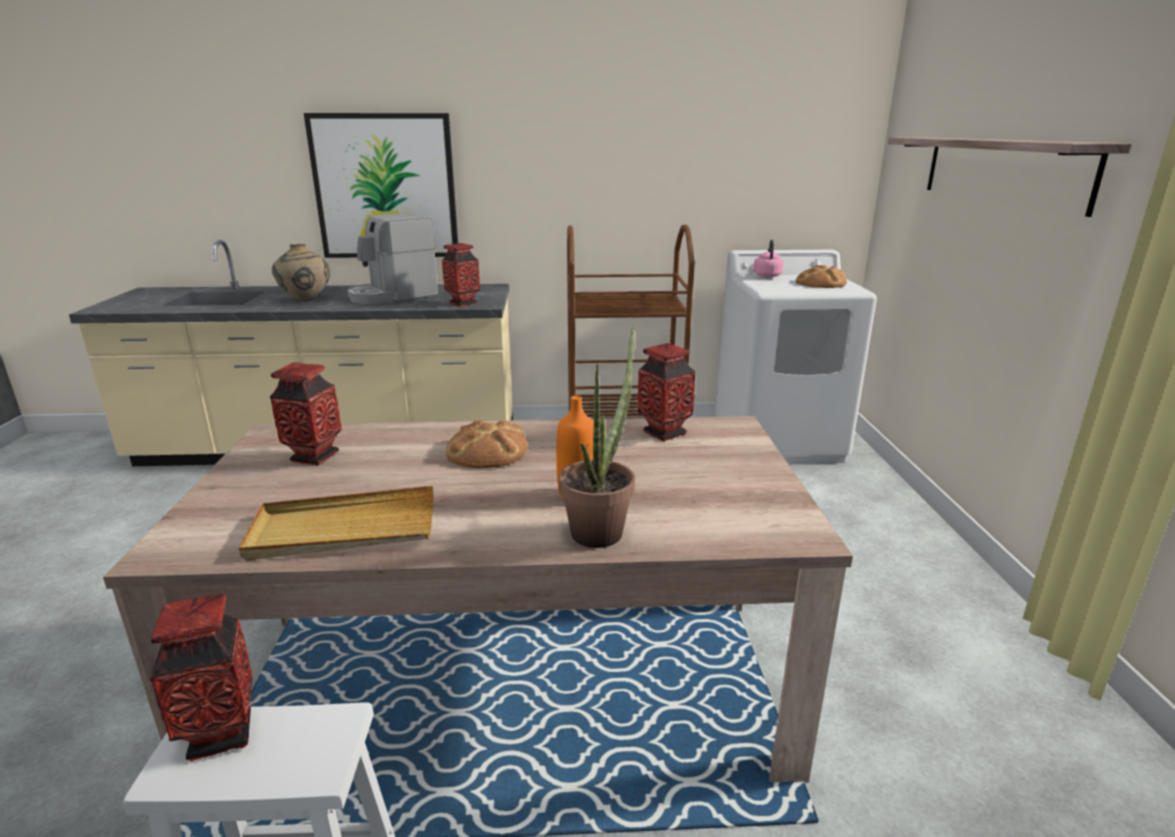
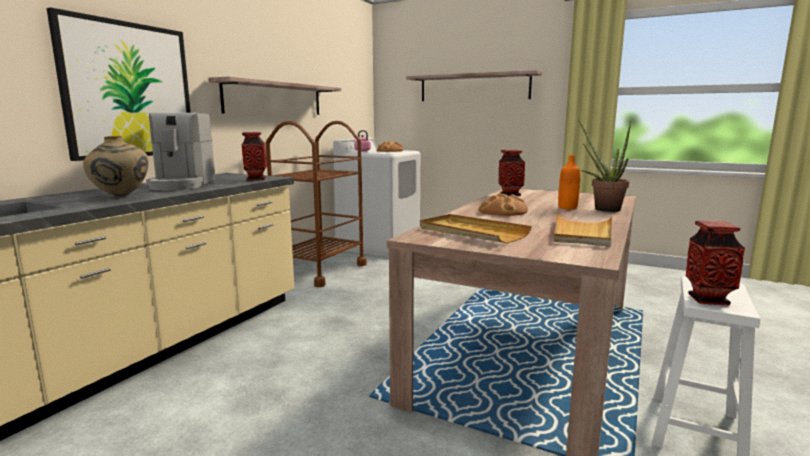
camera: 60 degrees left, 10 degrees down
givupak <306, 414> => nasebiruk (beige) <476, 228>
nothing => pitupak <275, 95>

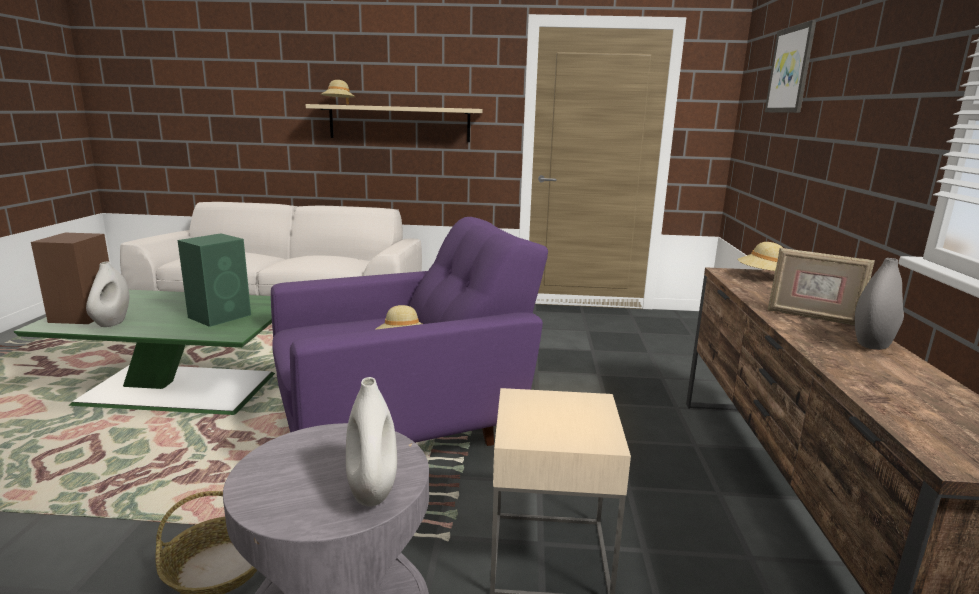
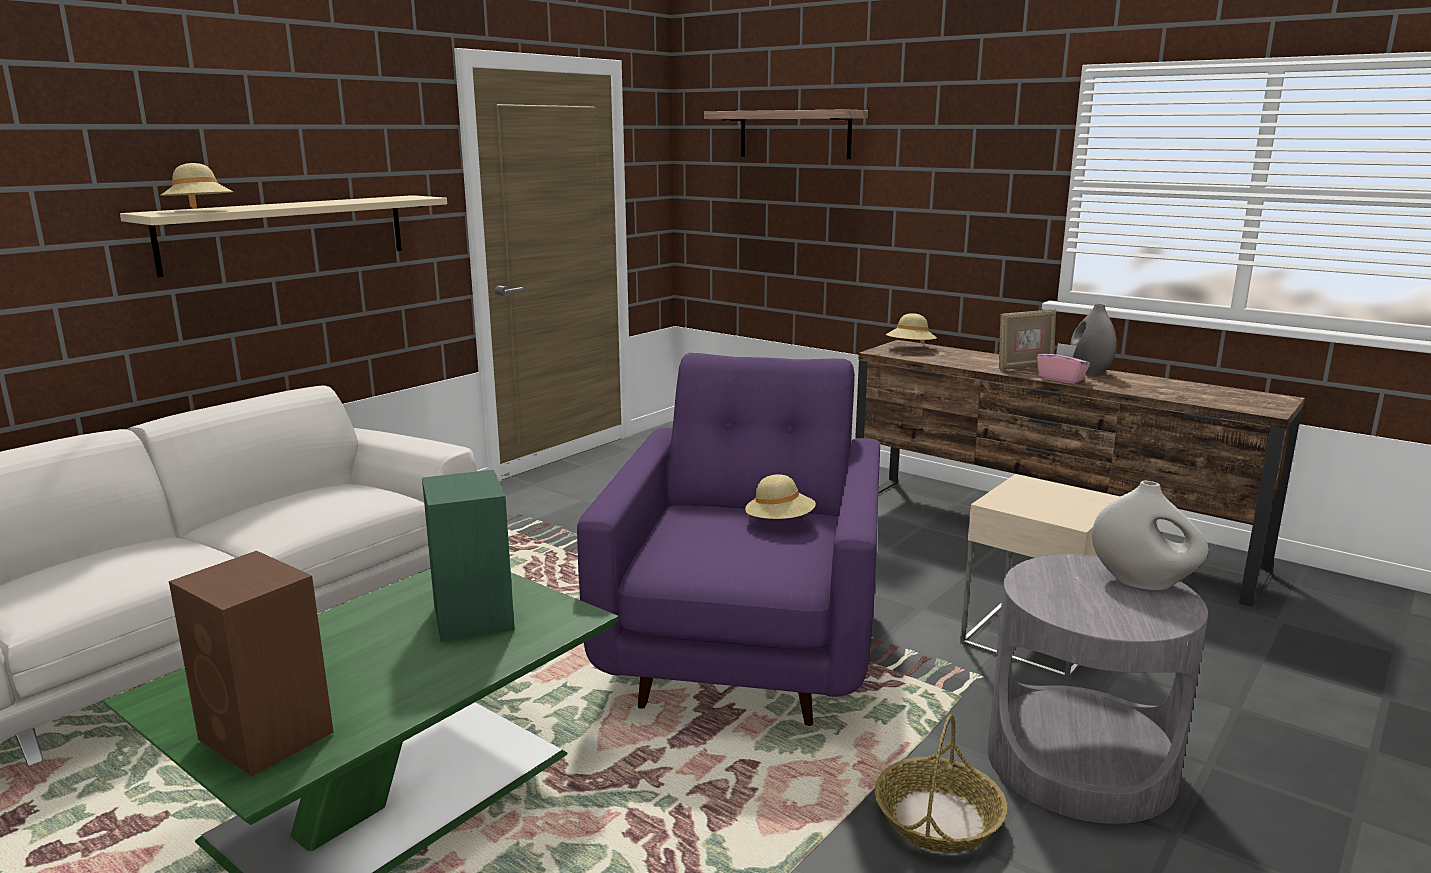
camera: 55 degrees left, 0 degrees up
givupak (white) <107, 294> => nothing
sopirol <790, 66> => pitupak <786, 134>
nothing => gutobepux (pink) <1063, 363>

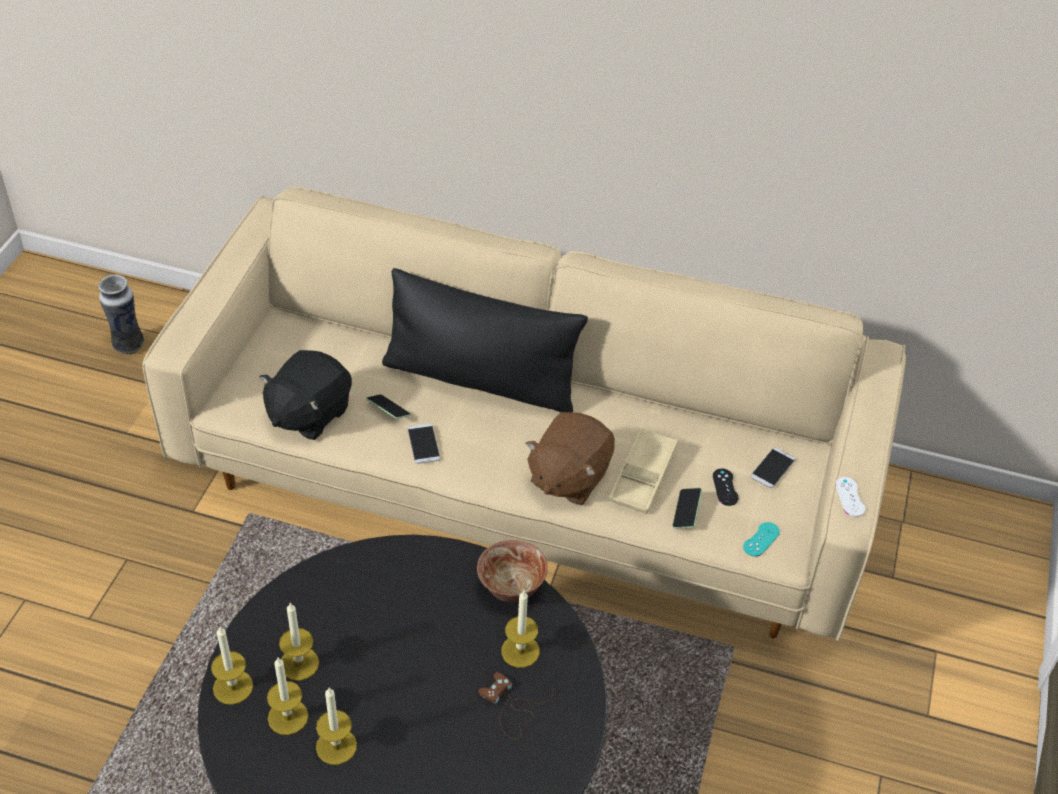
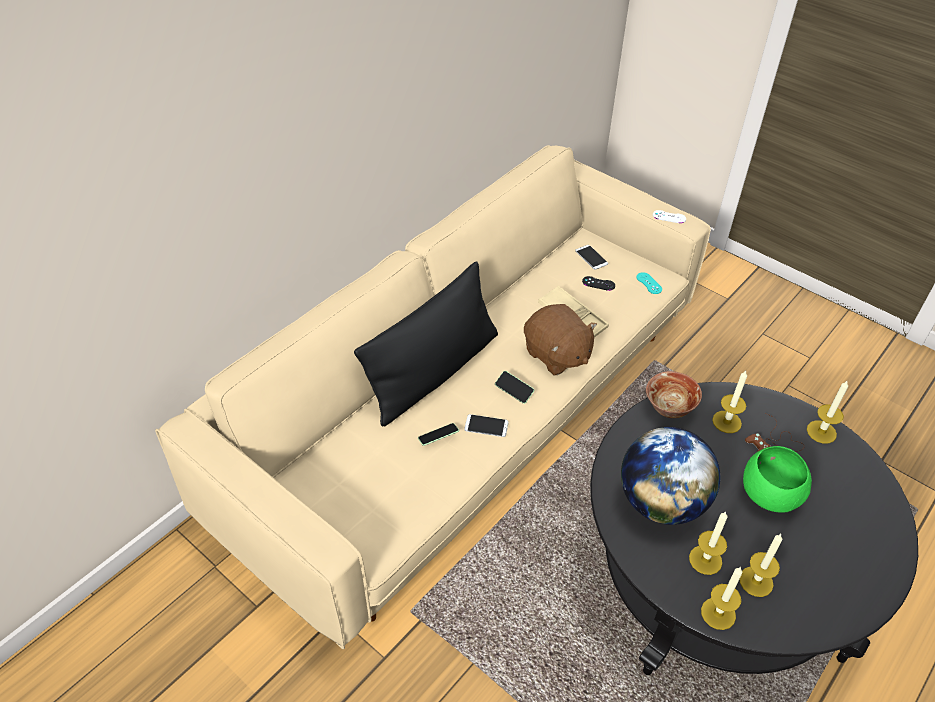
camera: 65 degrees left, 0 degrees up
givupak <121, 315> => nothing
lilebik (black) <305, 395> => nothing
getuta <336, 726> => getuta <827, 412>, move
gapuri <687, 508> => gapuri <514, 387>, move
nothing => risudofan <671, 476>
nothing => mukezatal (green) <777, 479>

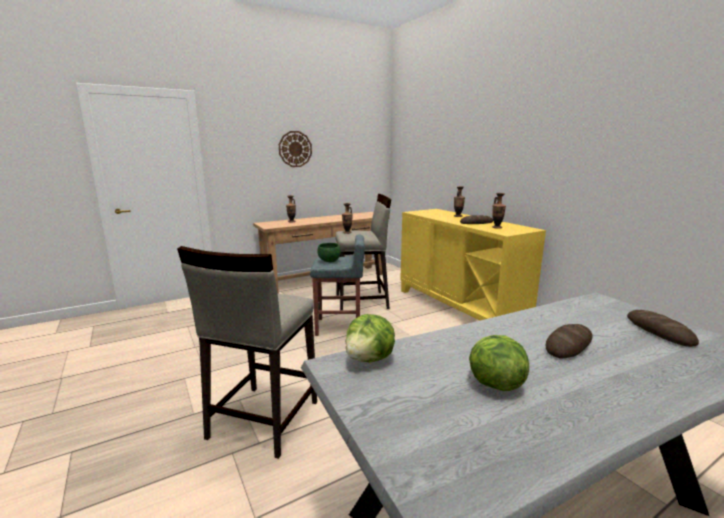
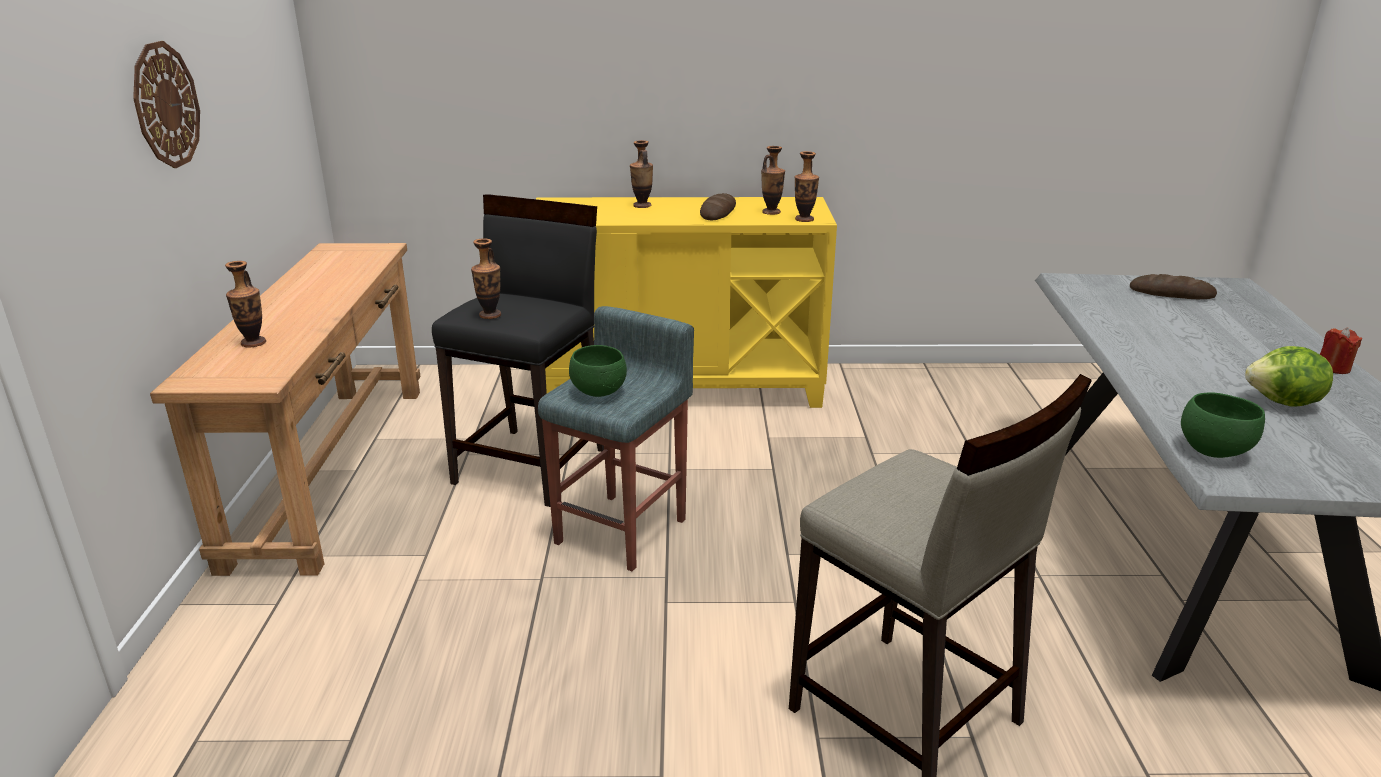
camera: 60 degrees left, 10 degrees up
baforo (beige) <363, 252> => baforo (black) <518, 350>
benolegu <370, 338> => mukezatal (green) <1223, 425>
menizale <569, 341> => nothing
nothing => givupak <807, 186>
nothing => getuta (red) <1341, 351>

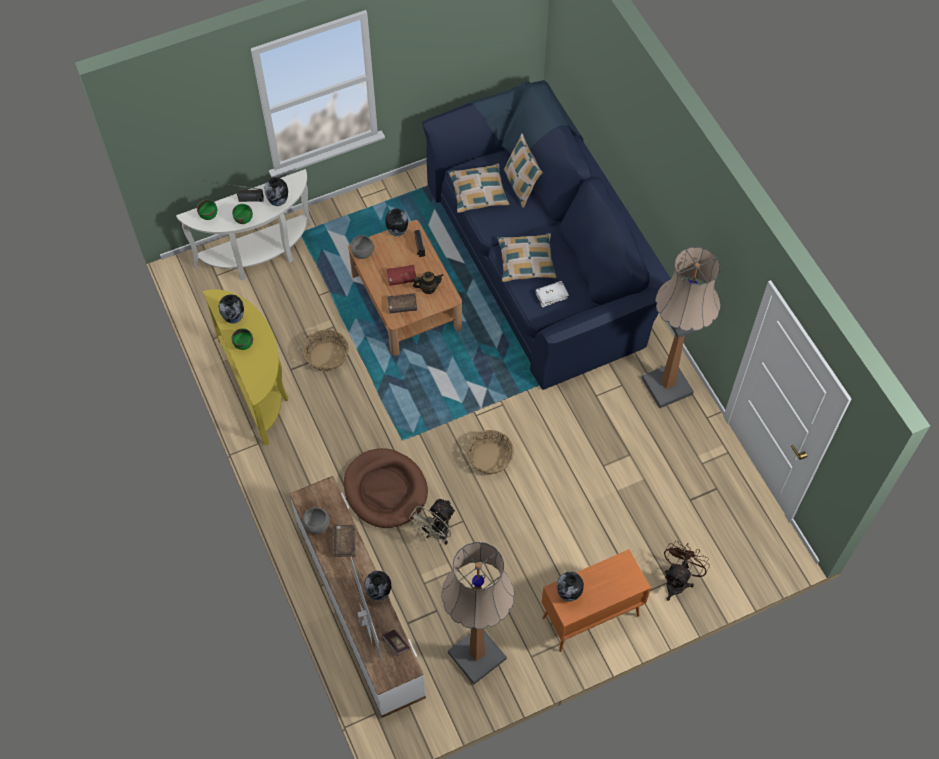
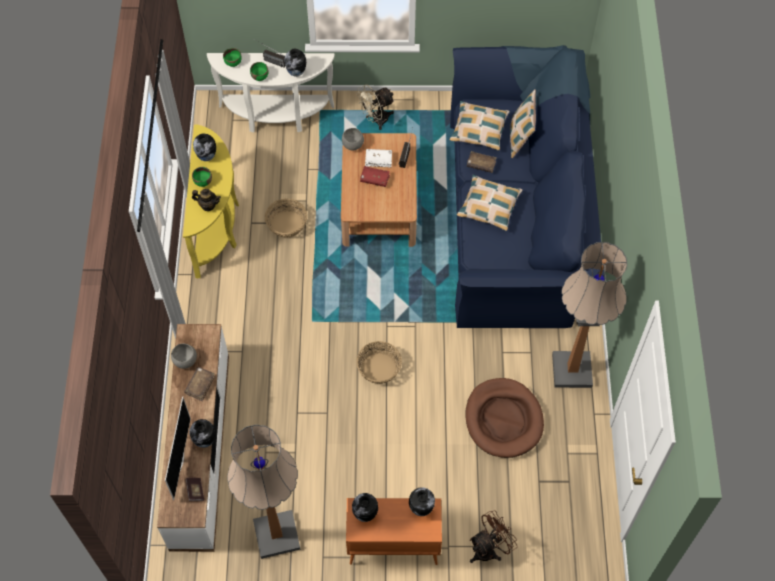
camera: 25 degrees right, 0 degrees up
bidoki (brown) <386, 488> => bidoki (brown) <504, 418>, move
givupak <396, 222> => givupak <422, 501>, move
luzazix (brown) <402, 303> => luzazix (brown) <482, 162>, move
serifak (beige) <432, 521> => serifak (beige) <376, 107>, move
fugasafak <428, 283> => fugasafak <206, 200>, move
luzazix (white) <552, 294> => luzazix (white) <378, 158>, move

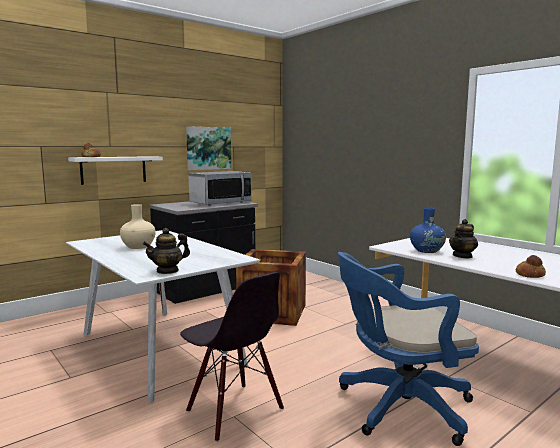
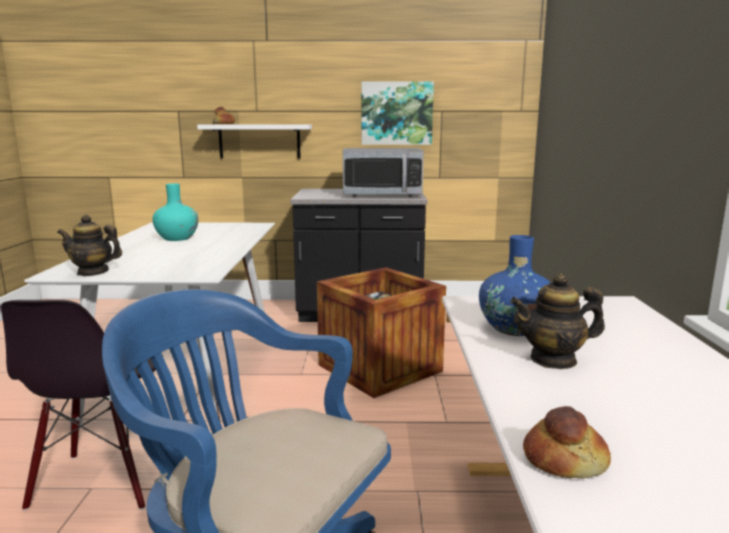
camera: 40 degrees right, 5 degrees up
givupak (beige) <138, 226> => givupak (turquoise) <175, 212>

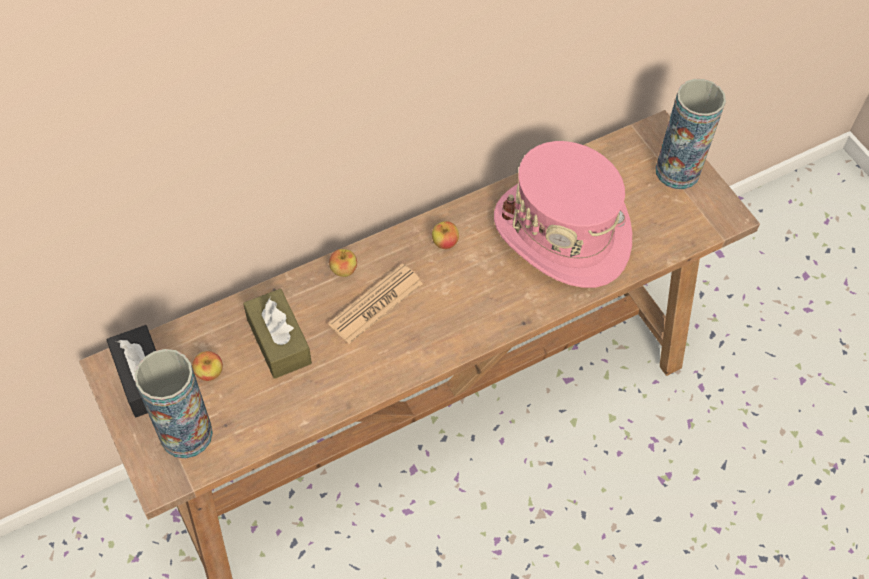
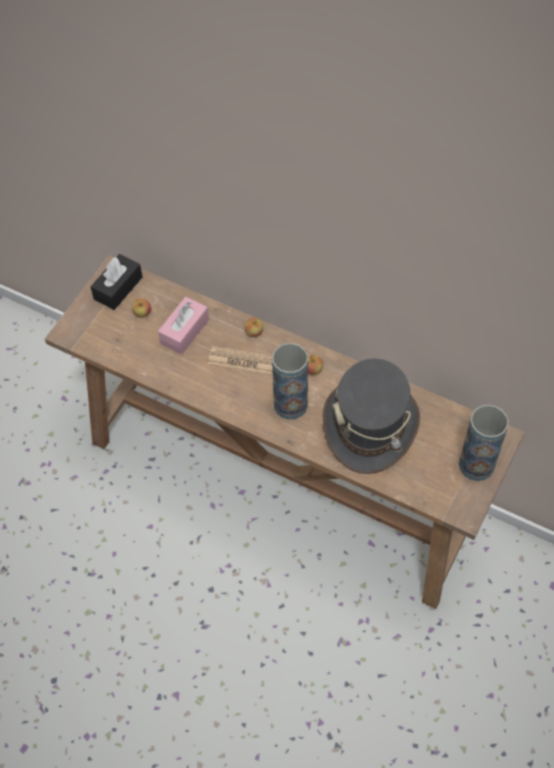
camera: 60 degrees right, 0 degrees up
givupak <174, 404> => givupak <290, 381>, move
gutobepux (brown) <277, 334> => gutobepux (pink) <183, 326>
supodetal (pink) <563, 214> => supodetal (grey) <371, 416>

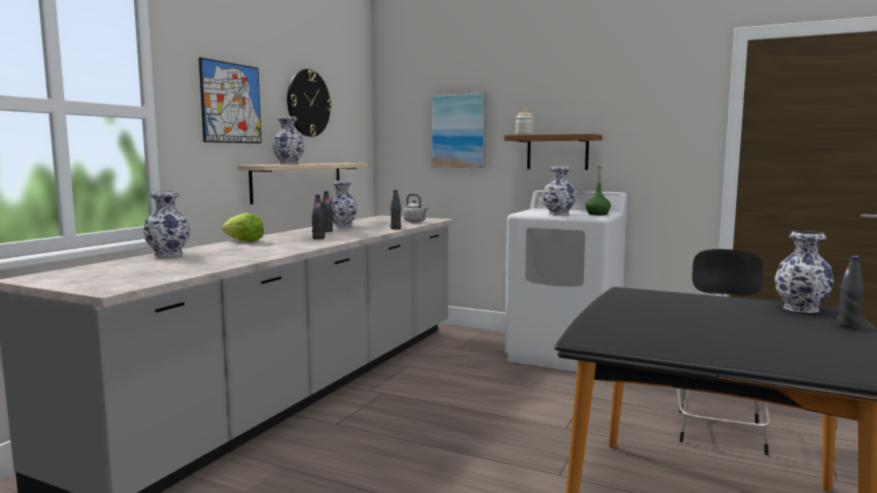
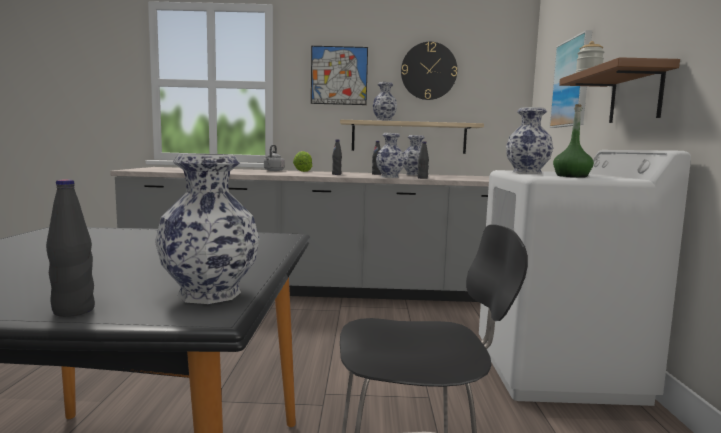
camera: 65 degrees right, 0 degrees up
givupak <166, 224> => givupak <390, 155>, move
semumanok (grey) <415, 208> => semumanok (grey) <274, 158>, move

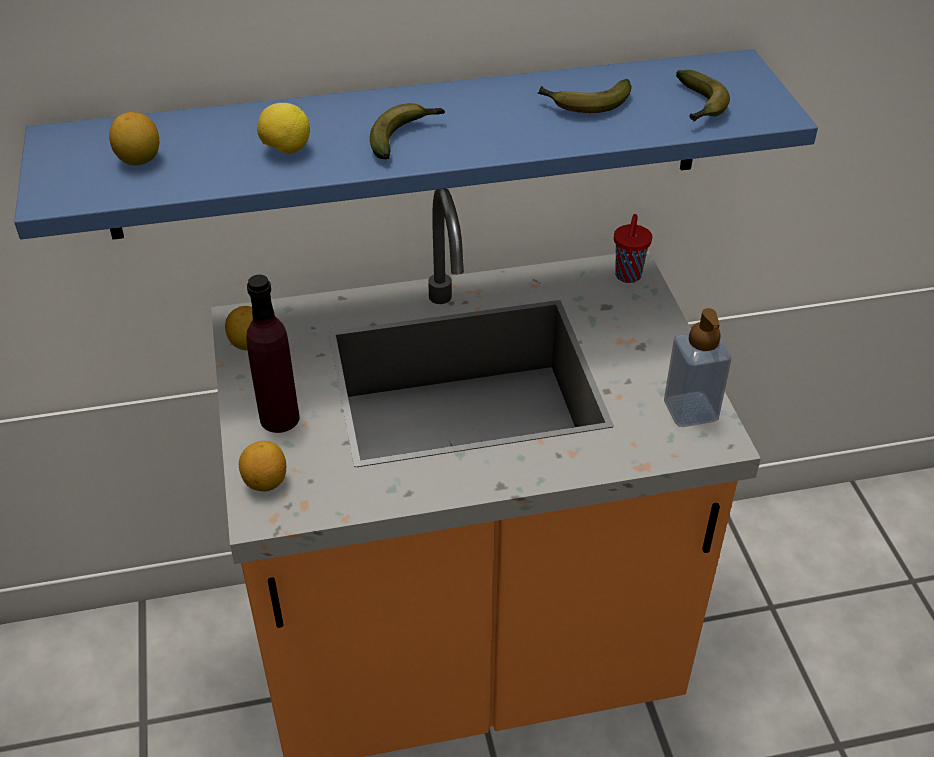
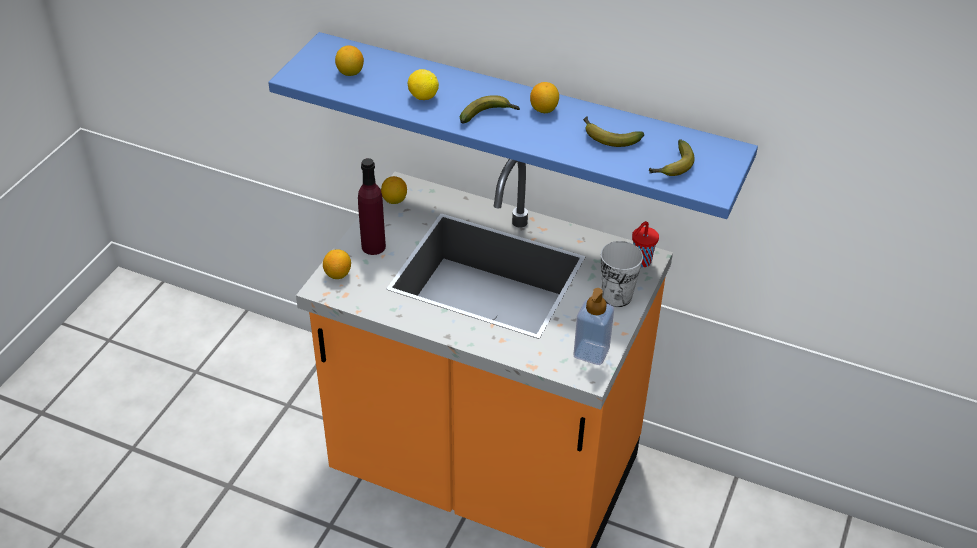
camera: 35 degrees right, 0 degrees up
nothing => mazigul <544, 97>
nothing => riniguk <622, 274>

